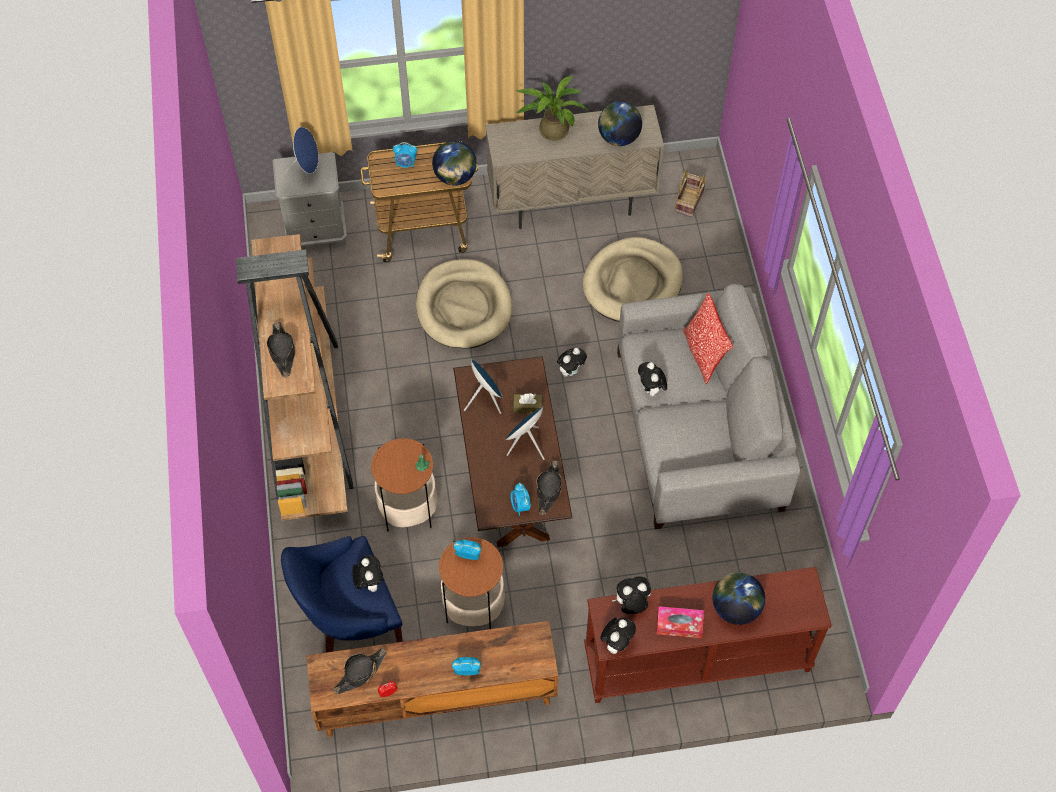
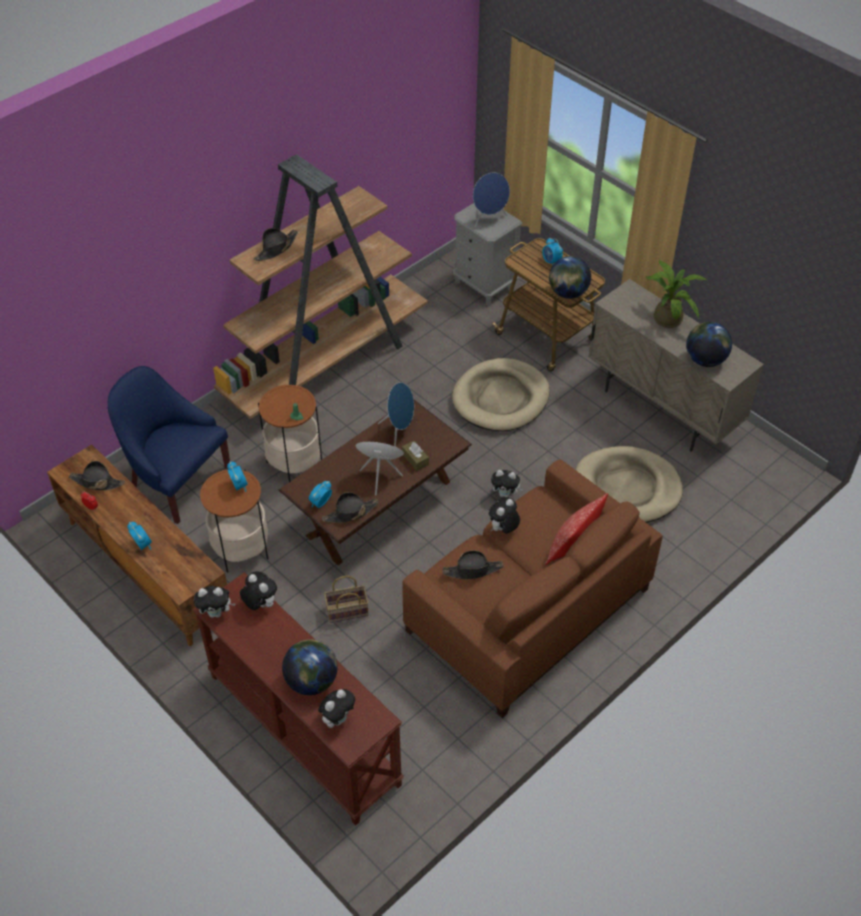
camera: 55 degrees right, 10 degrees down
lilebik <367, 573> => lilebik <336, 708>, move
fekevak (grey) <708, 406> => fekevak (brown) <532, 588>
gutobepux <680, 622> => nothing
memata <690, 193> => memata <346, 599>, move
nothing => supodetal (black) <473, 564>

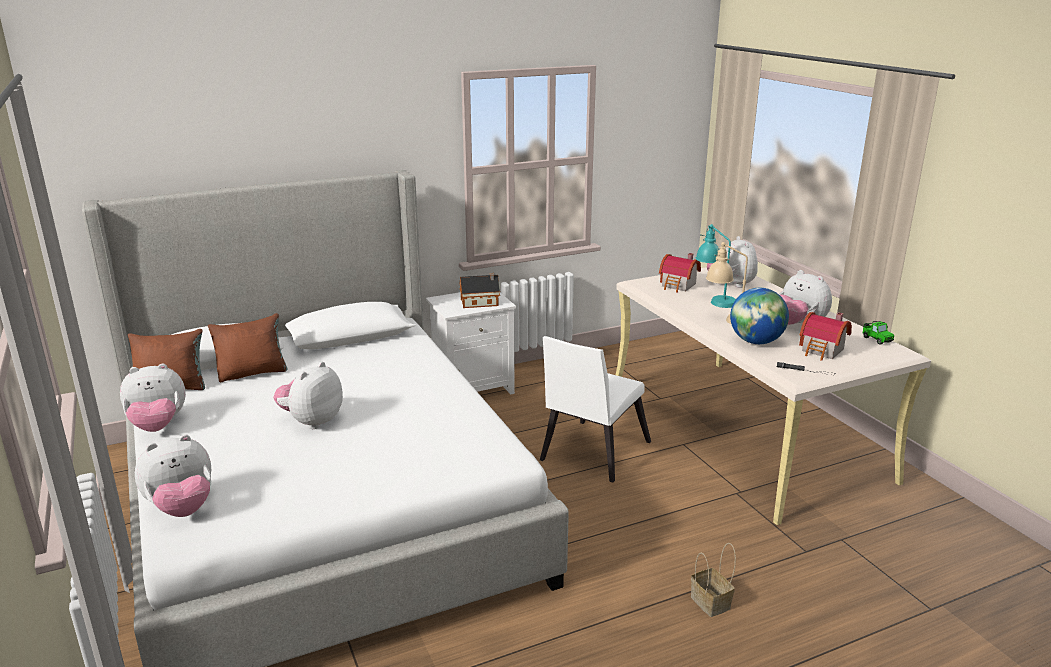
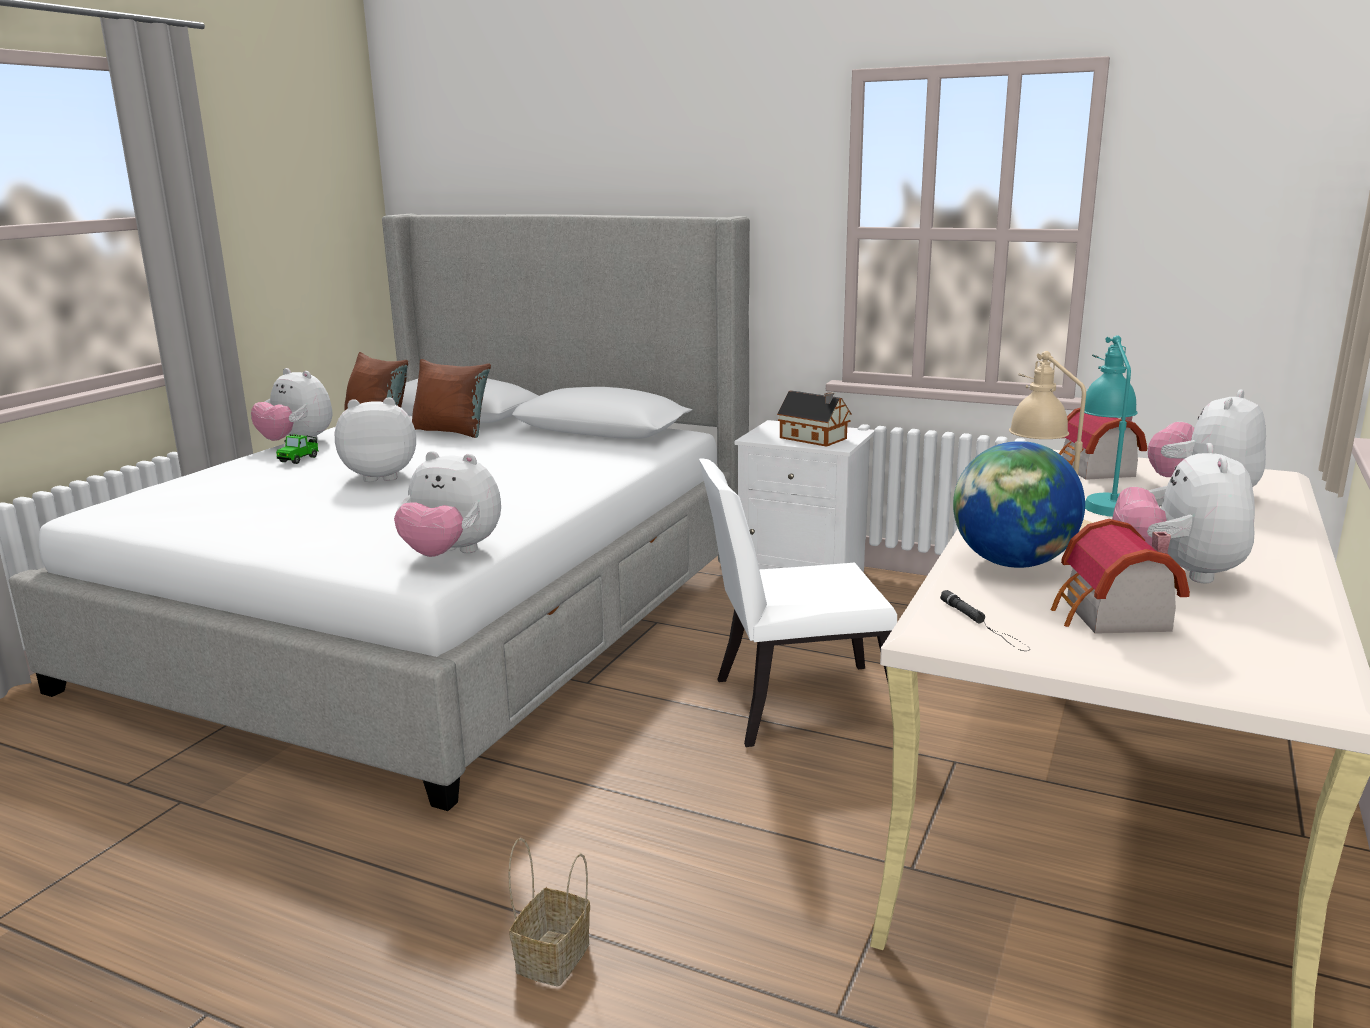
camera: 50 degrees right, 5 degrees down
lilebik <173, 475> => lilebik <447, 504>, move
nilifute <878, 333> => nilifute <297, 449>, move

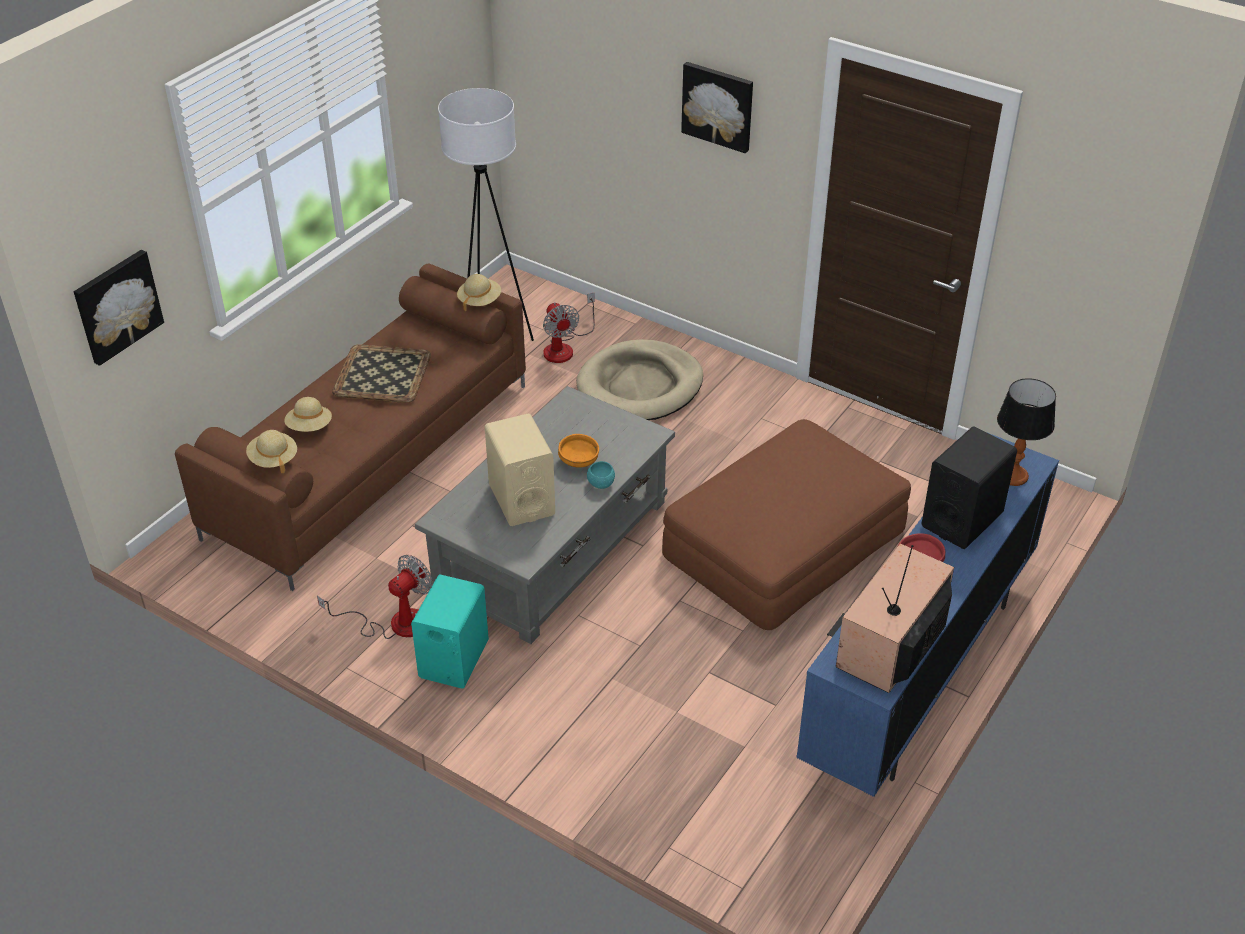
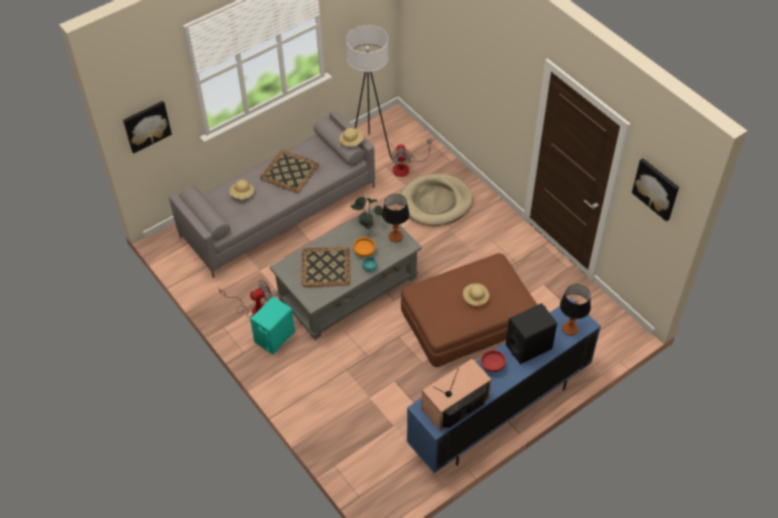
camera: 20 degrees right, 10 degrees up
fekevak (brown) <350, 427> => fekevak (grey) <272, 194>
supodetal (beige) <271, 451> => supodetal (beige) <476, 296>, move
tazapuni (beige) <520, 470> => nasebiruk <325, 267>
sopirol <717, 107> => sopirol <655, 190>, move
nothing => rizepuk <367, 213>
nothing => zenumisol <396, 218>

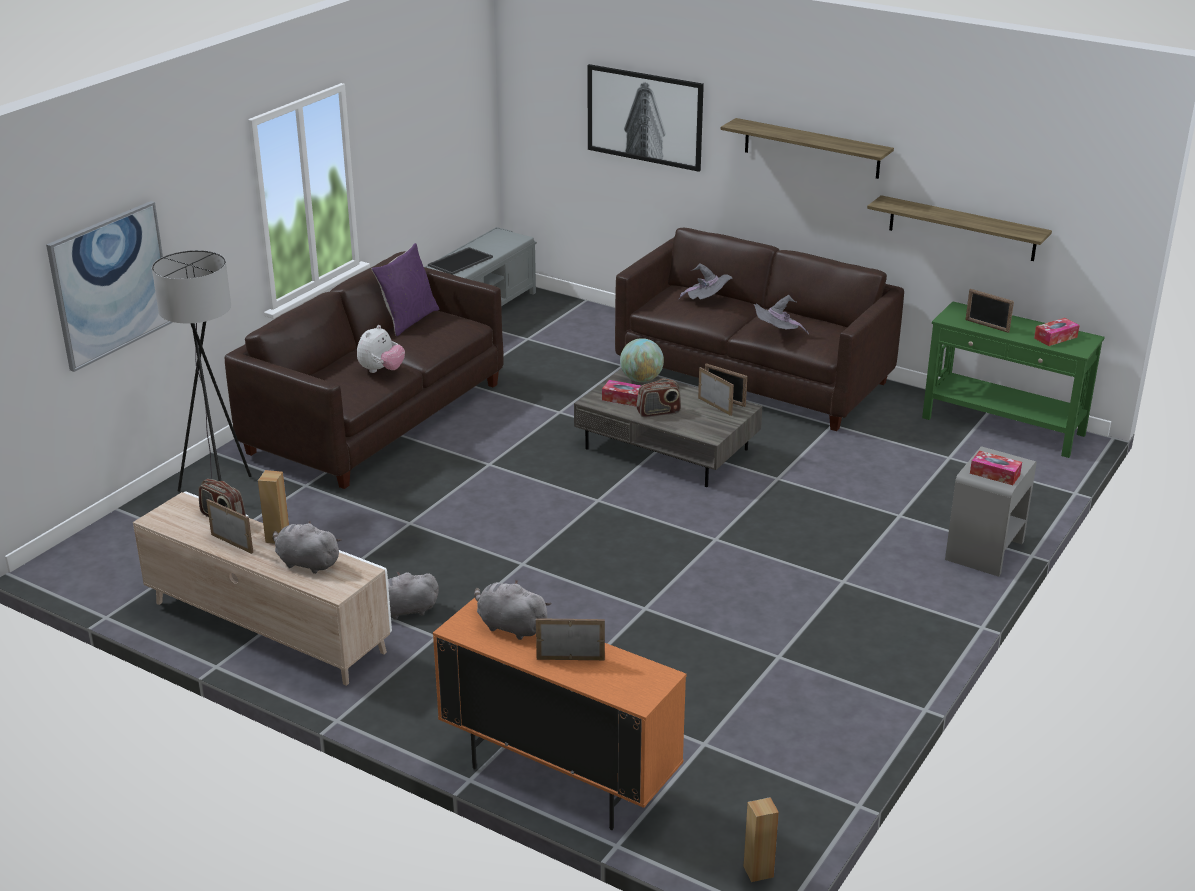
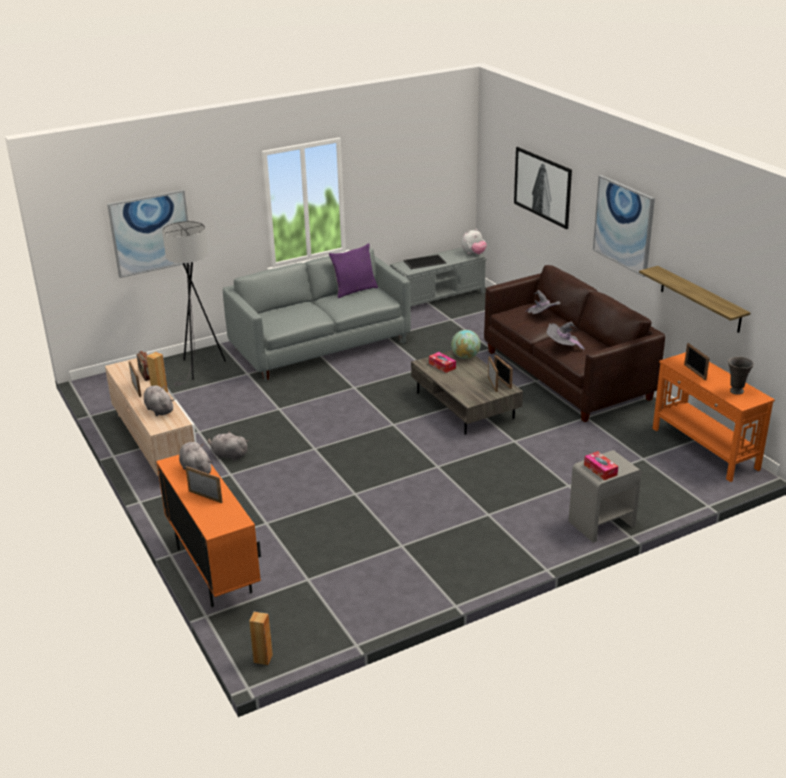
camera: 30 degrees right, 0 degrees up
fekevak (brown) <364, 370> => fekevak (grey) <317, 314>
lilebik <381, 349> => lilebik <474, 241>, move
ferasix <658, 398> => nothing
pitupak <807, 148> => sopirol <624, 226>
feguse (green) <1013, 379> => feguse (orange) <714, 417>
gutobepux <1056, 332> => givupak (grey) <741, 375>

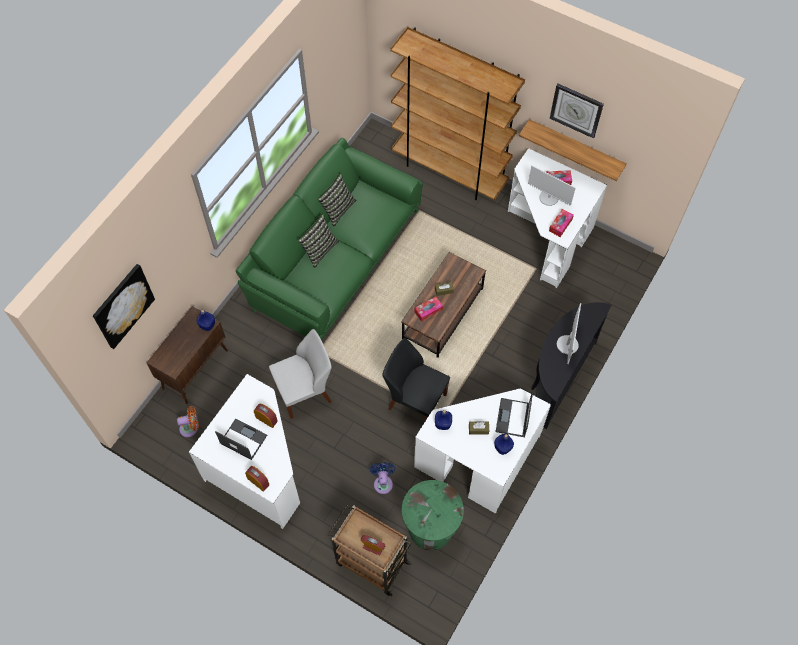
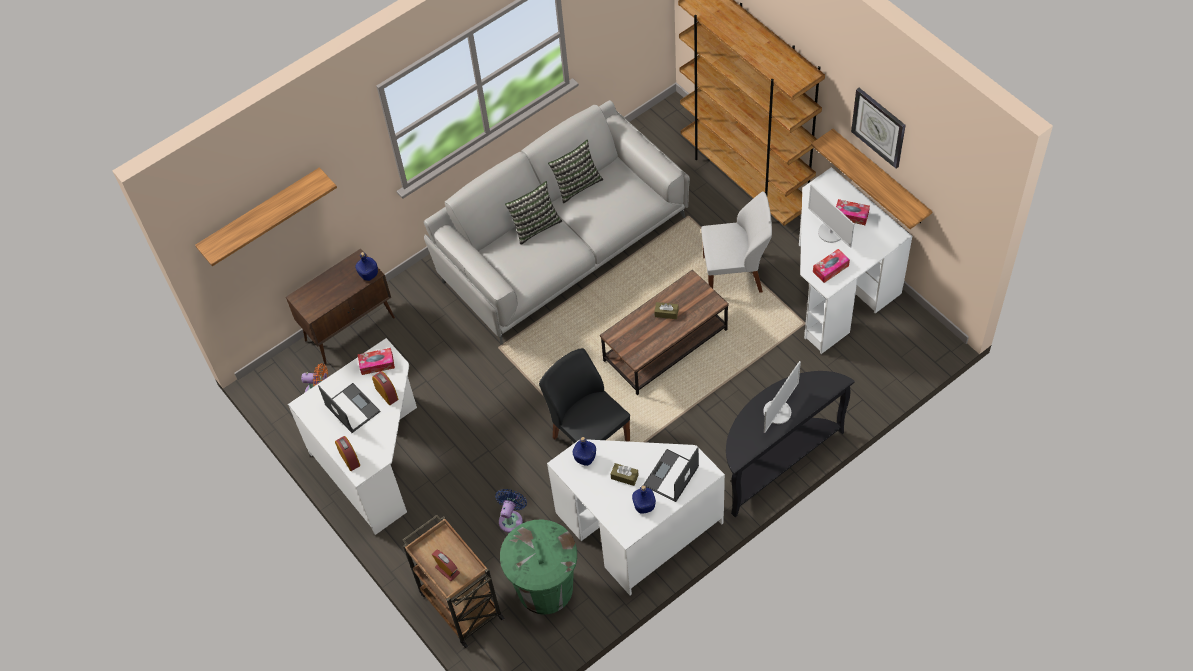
camera: 25 degrees right, 5 degrees down
sopirol <124, 306> => pitupak <266, 216>
fekevak (green) <329, 239> => fekevak (grey) <557, 222>
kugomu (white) <300, 374> => kugomu (white) <736, 242>, move
gutobepux <429, 309> => gutobepux <376, 361>, move

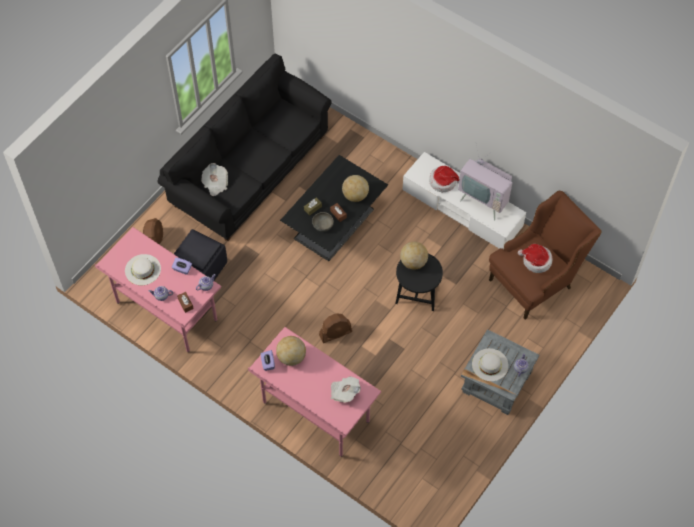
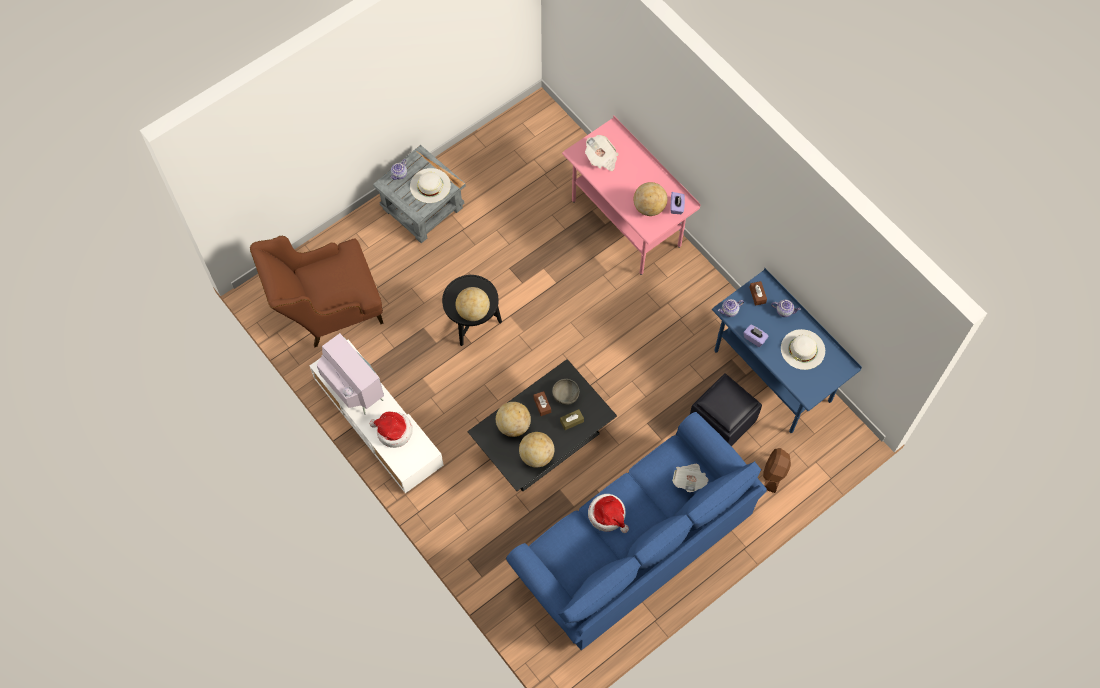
camera: 165 degrees left, 5 degrees up
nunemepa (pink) <158, 289> => nunemepa (blue) <787, 350>
fekevak (black) <245, 147> => fekevak (blue) <636, 531>
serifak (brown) <335, 328> => nothing
supodetal <535, 258> => supodetal <608, 513>, move
nothing => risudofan <536, 450>

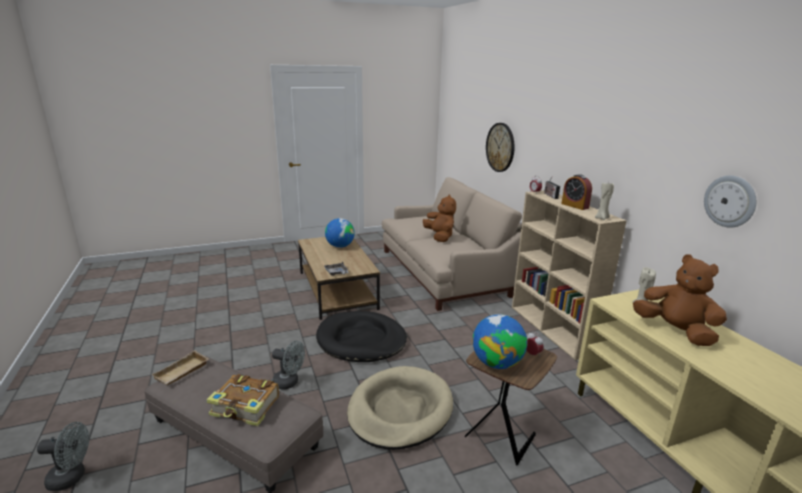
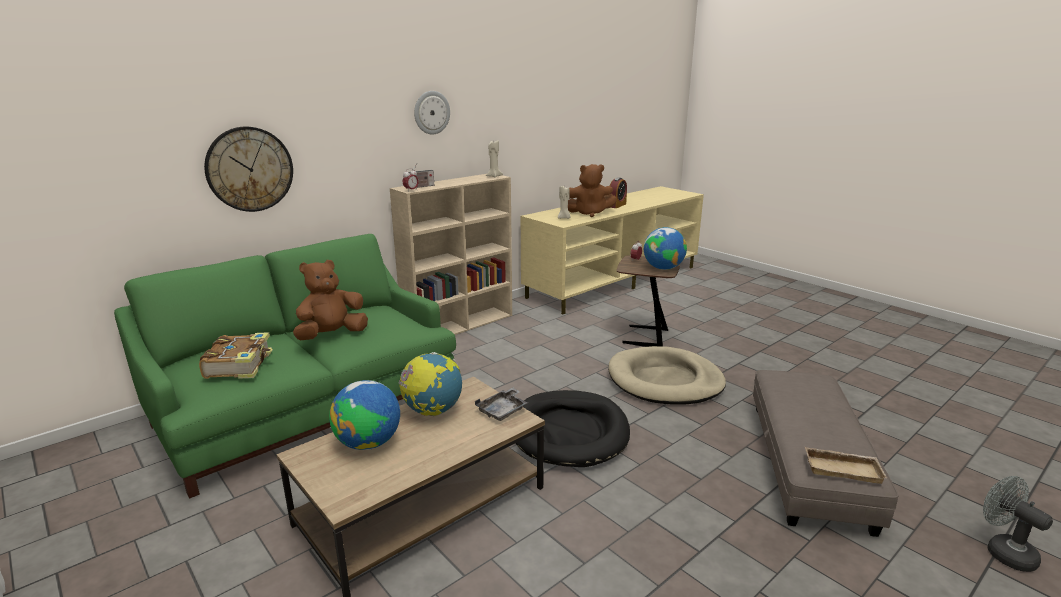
camera: 110 degrees left, 0 degrees up
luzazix <243, 400> => luzazix <236, 355>, move
serifak (grey) <288, 365> => nothing
fekevak (beige) <452, 244> => fekevak (green) <285, 366>
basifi <577, 192> => basifi <618, 193>, move
lilebik (brown) <680, 300> => lilebik (brown) <592, 190>, 120 degrees counterclockwise
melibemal <730, 201> => melibemal <432, 113>, move
nothing => risudofan <430, 384>

